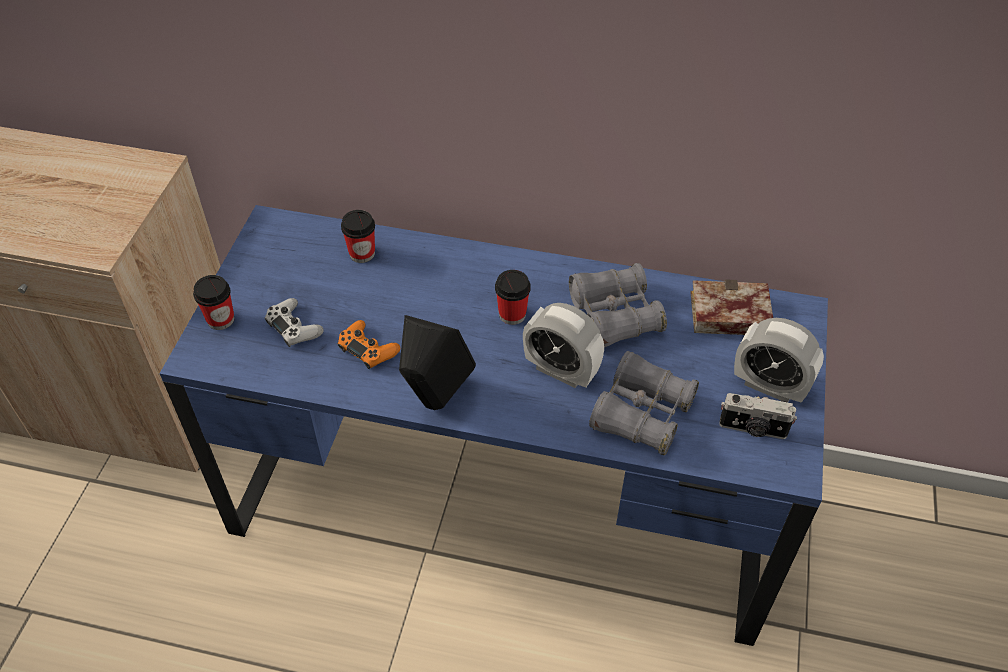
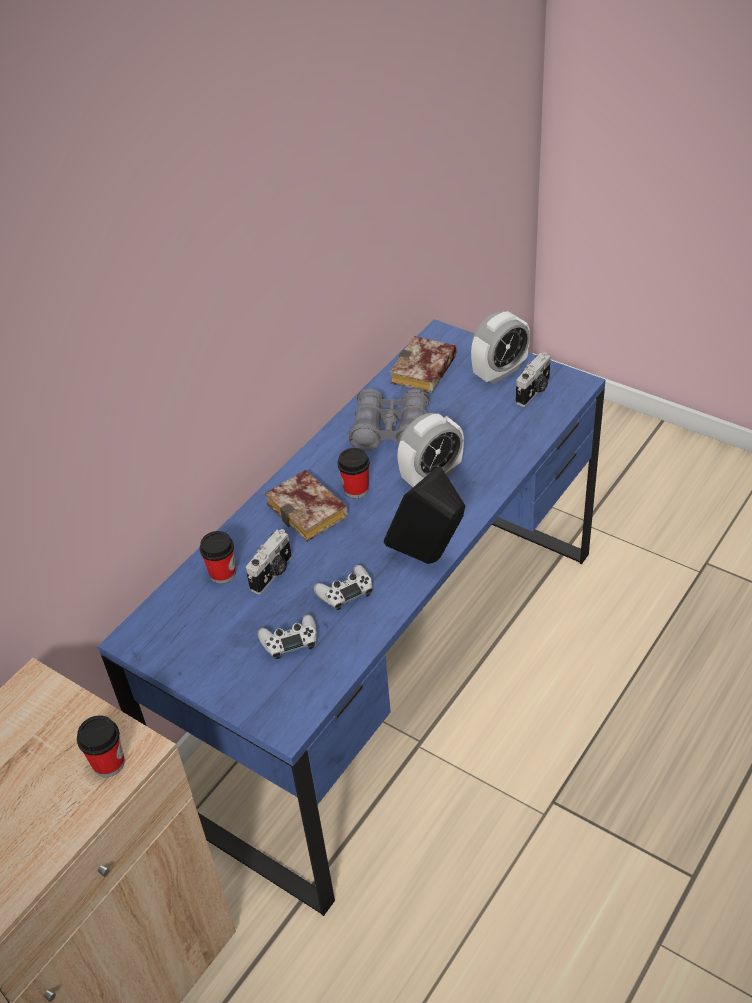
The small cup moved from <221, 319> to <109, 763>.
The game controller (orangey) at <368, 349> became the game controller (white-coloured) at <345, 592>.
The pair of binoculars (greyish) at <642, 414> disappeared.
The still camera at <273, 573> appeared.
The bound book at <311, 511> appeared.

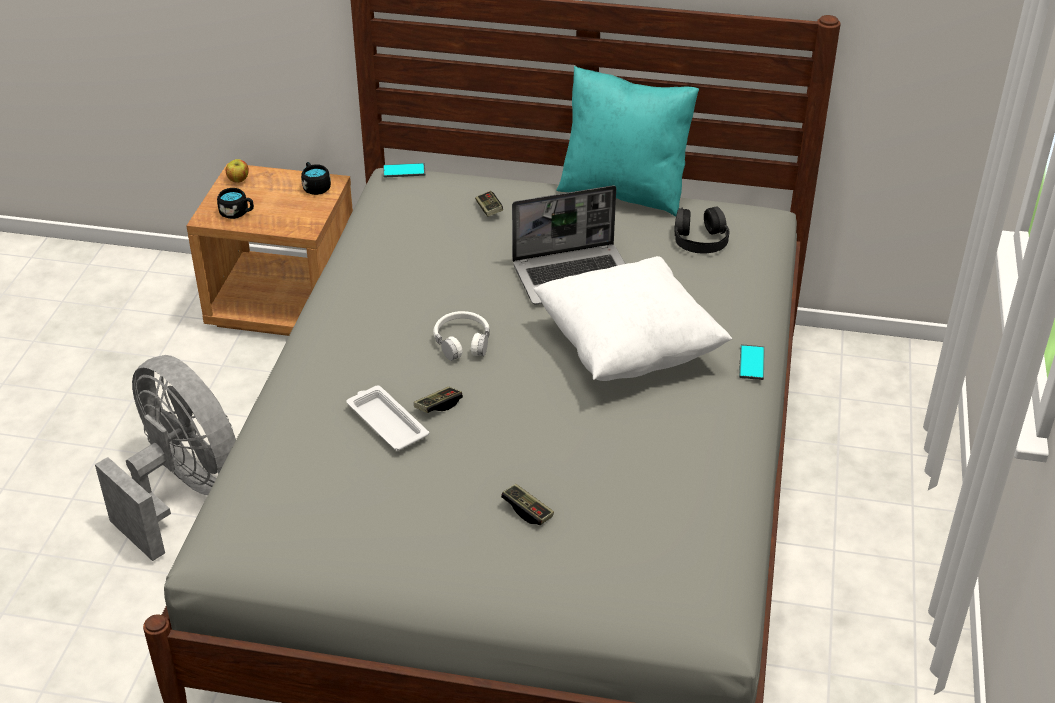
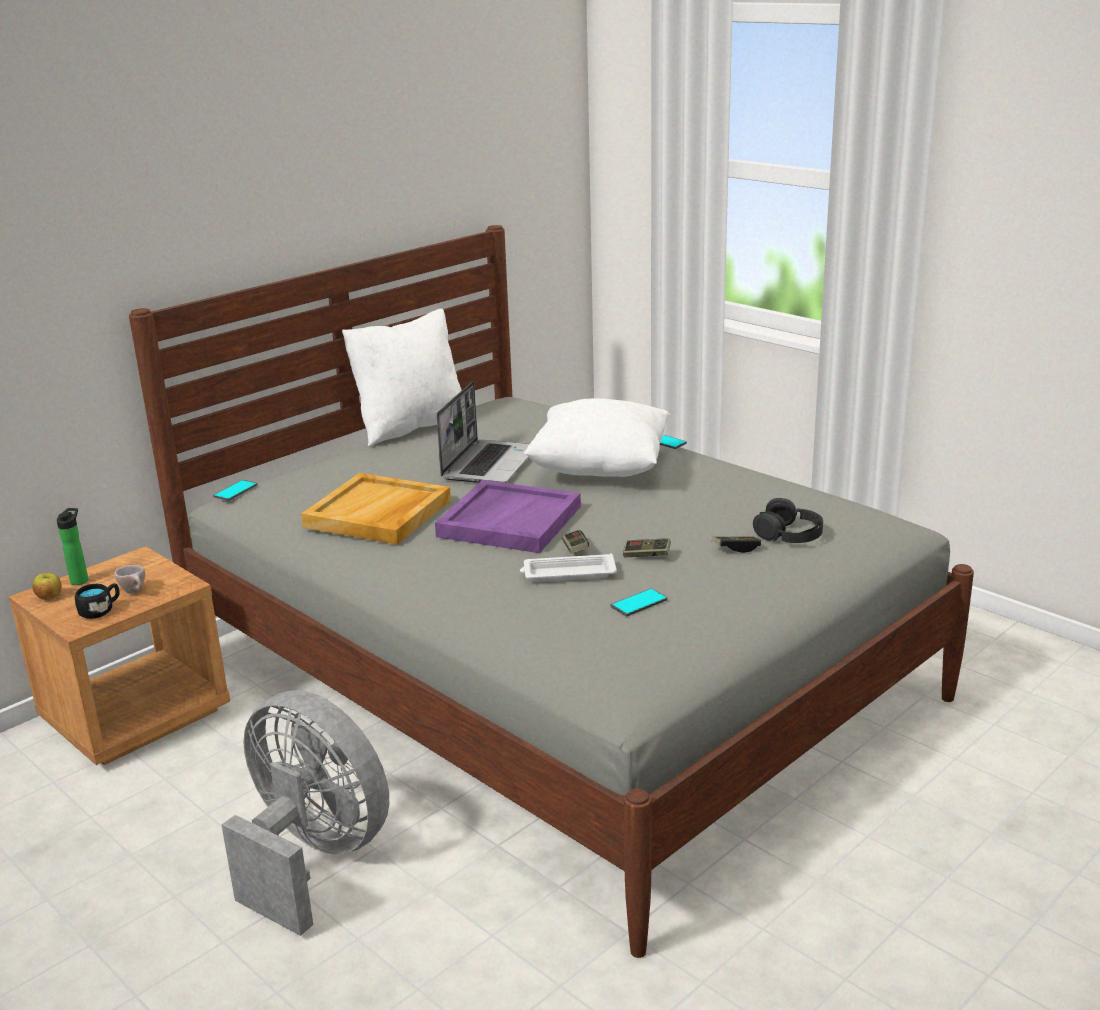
The fan (greyish) at <183, 492> turned 45 degrees clockwise.
The mug (blackish) at <315, 186> disappeared.
The headphones (white-coloured) at <462, 342> was replaced by the serving tray (purplish) at <509, 521>.
The game controller moved from <489, 210> to <646, 555>.
The cushion (turquoise) at <624, 192> became the cushion (white-coloured) at <410, 427>.
The headphones (blackish) moved from <700, 239> to <789, 533>.
The beverage bottle at <81, 580> appeared.
The small cup (beige) at <135, 592> appeared.
The serving tray (beige) at <378, 514> appeared.
The phone at <639, 603> appeared.

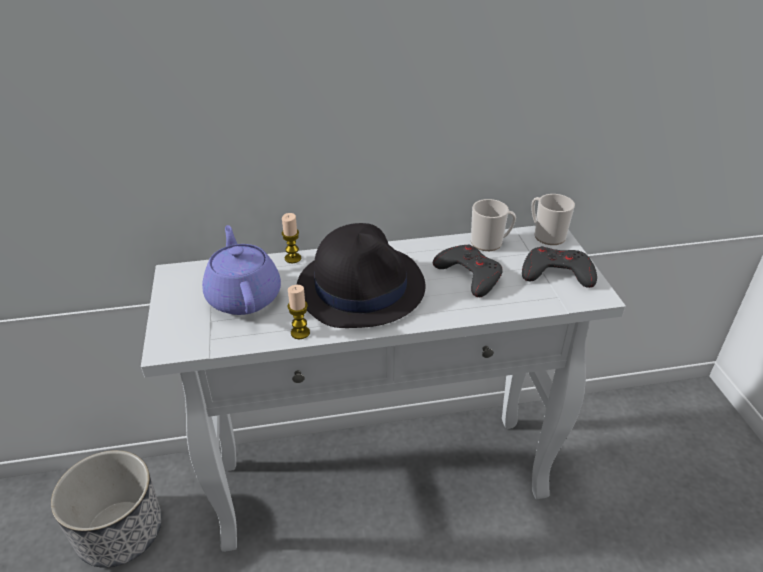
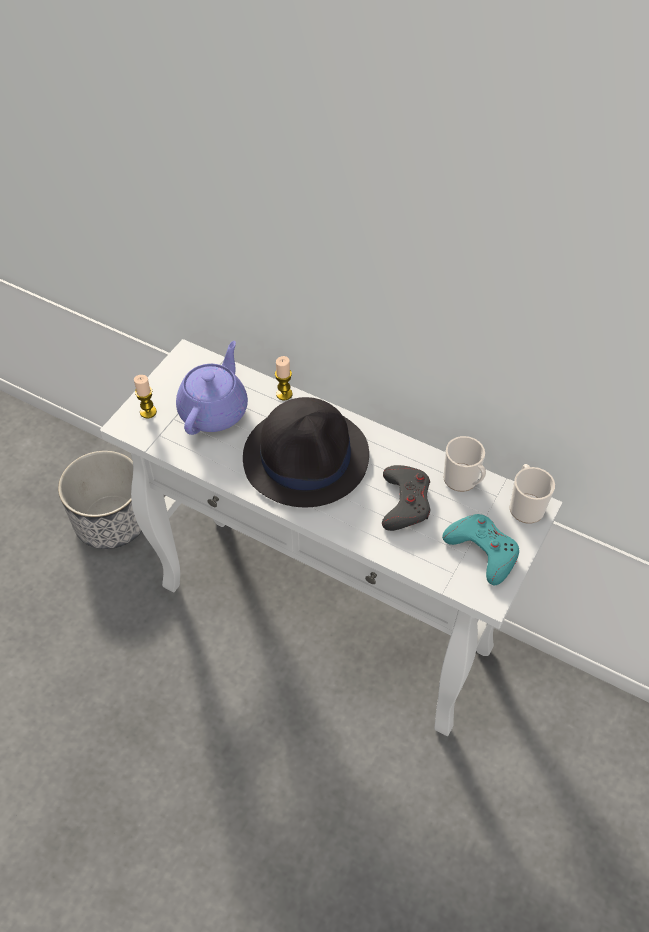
The wax light moved from <300, 333> to <148, 412>.
The game controller (greyish) at <557, 273> became the game controller (turquoise) at <482, 550>.

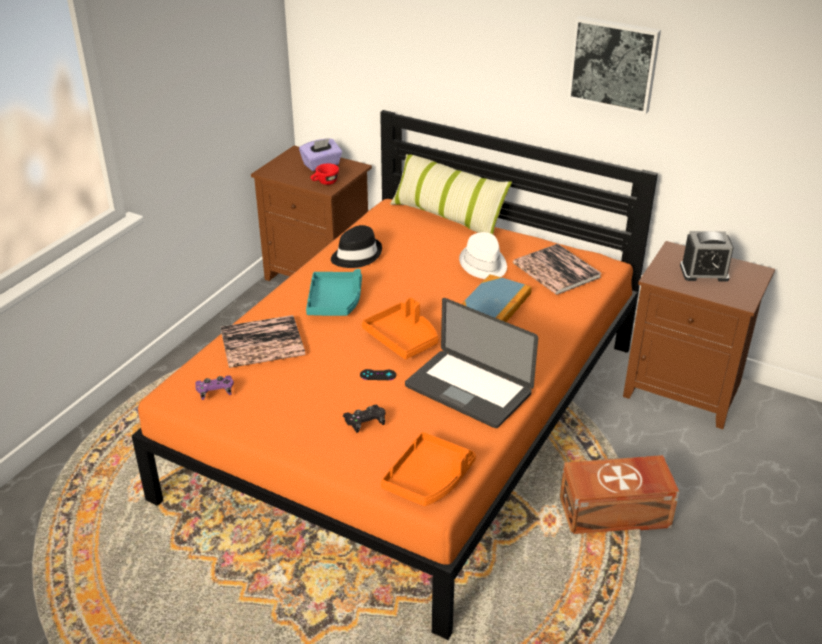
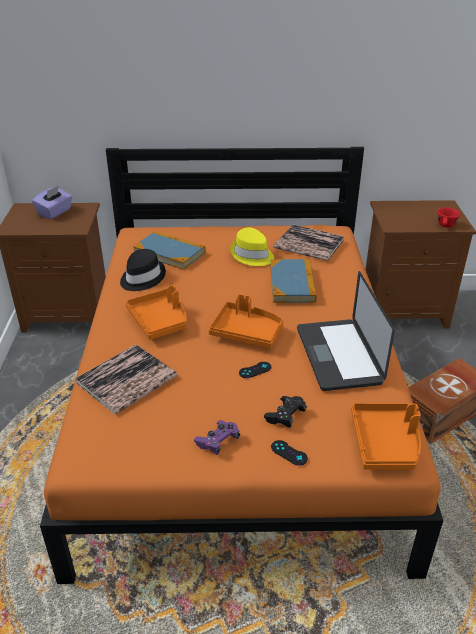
The game controller (purplish) moved from <215, 392> to <218, 442>.
The serving tray (turquoise) at <335, 302> became the serving tray (orangey) at <159, 321>.
The small cup (reddish) moved from <325, 183> to <446, 226>.
The cushion at <447, 217> disappeared.
The laptop at <468, 390> turned 75 degrees clockwise.
The hat (white-coloured) at <483, 265> became the hat (yellow-coloured) at <252, 255>.
The wall art at <614, 63> disappeared.
The table clock at <704, 272> disappeared.
The bound book at <169, 253> appeared.
The game controller (blackish) at <289, 453> appeared.

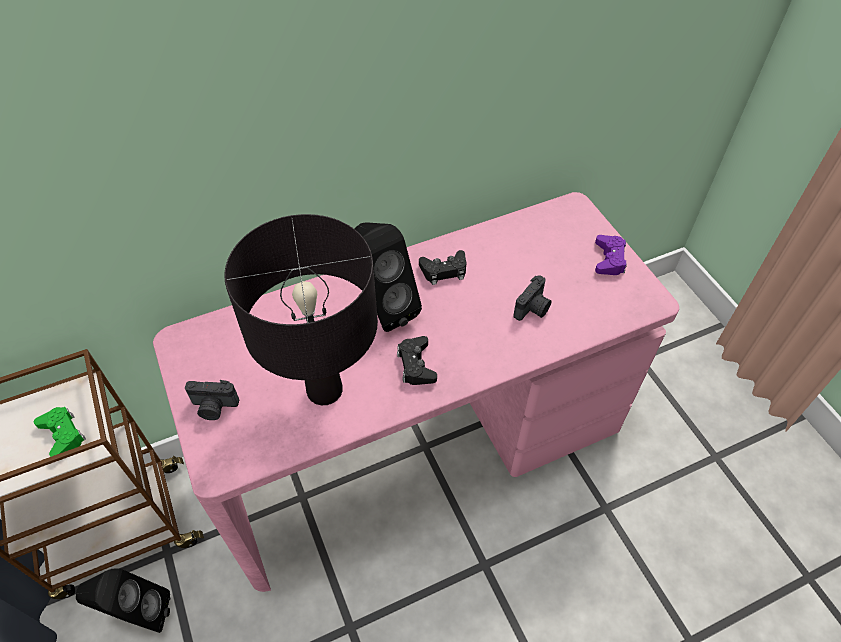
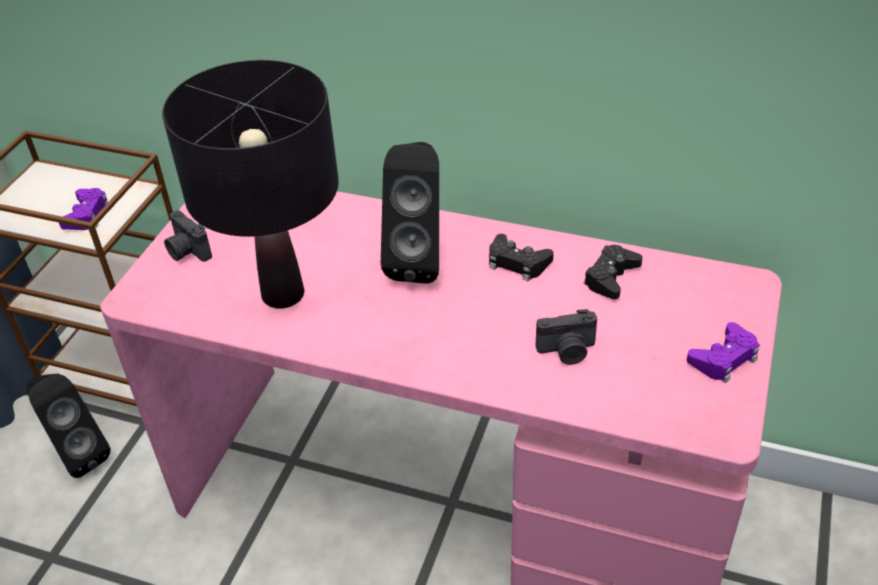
The game controller (greenish) at <63, 435> became the game controller (purplish) at <87, 215>.
The game controller (blackish) moved from <416, 365> to <611, 277>.

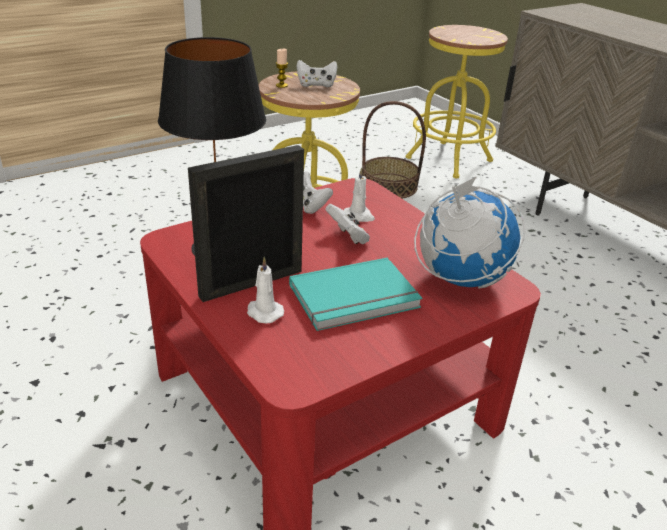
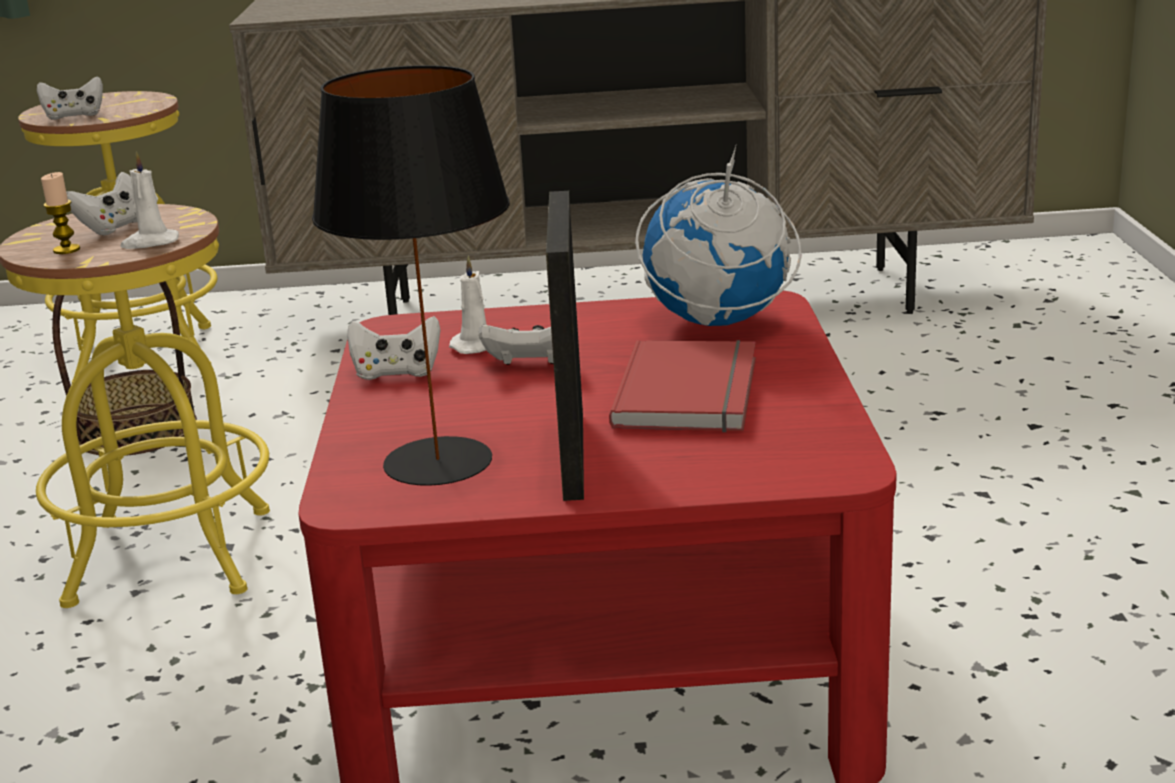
The wax light (white-coloured) moved from <263, 312> to <150, 243>.
The bound book (turquoise) at <356, 298> became the bound book (reddish) at <693, 392>.
The game controller (white-coloured) at <74, 116> appeared.

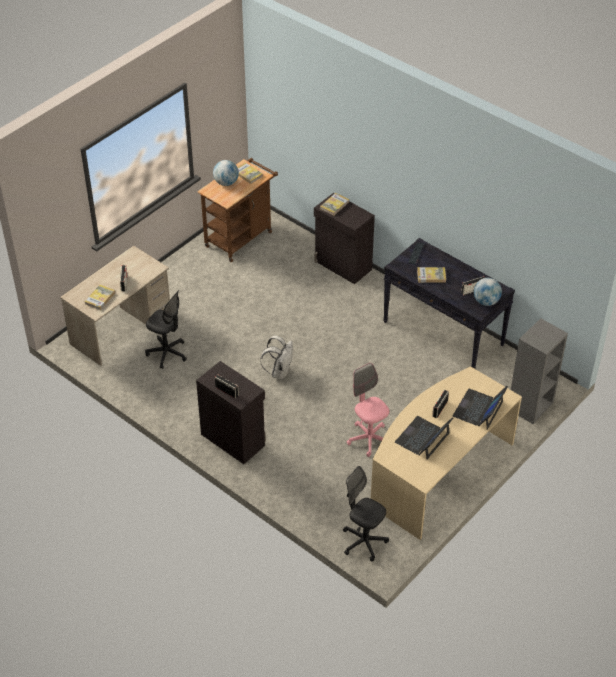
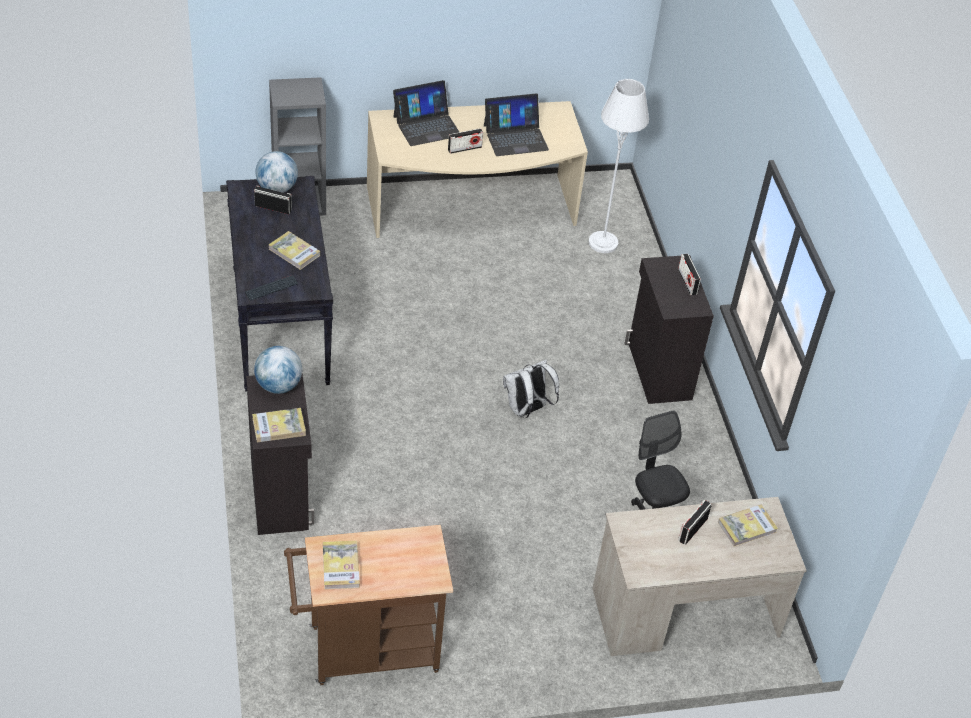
The desk globe moved from <226, 183> to <278, 386>.
The desk chair (blackish) at <364, 542> disappeared.
The desk chair (pink-coloured) at <368, 439> disappeared.
The floor lamp (white-coloured) at <603, 243> appeared.

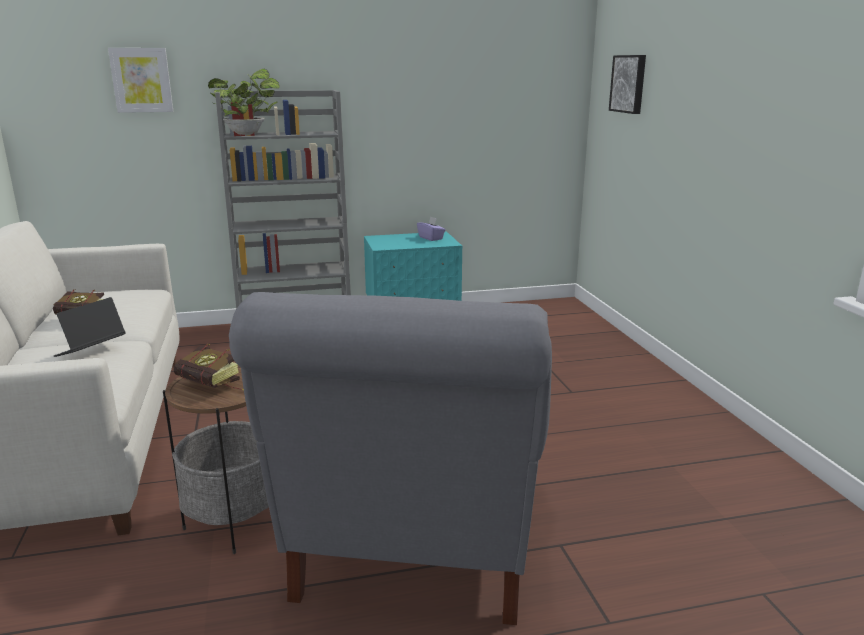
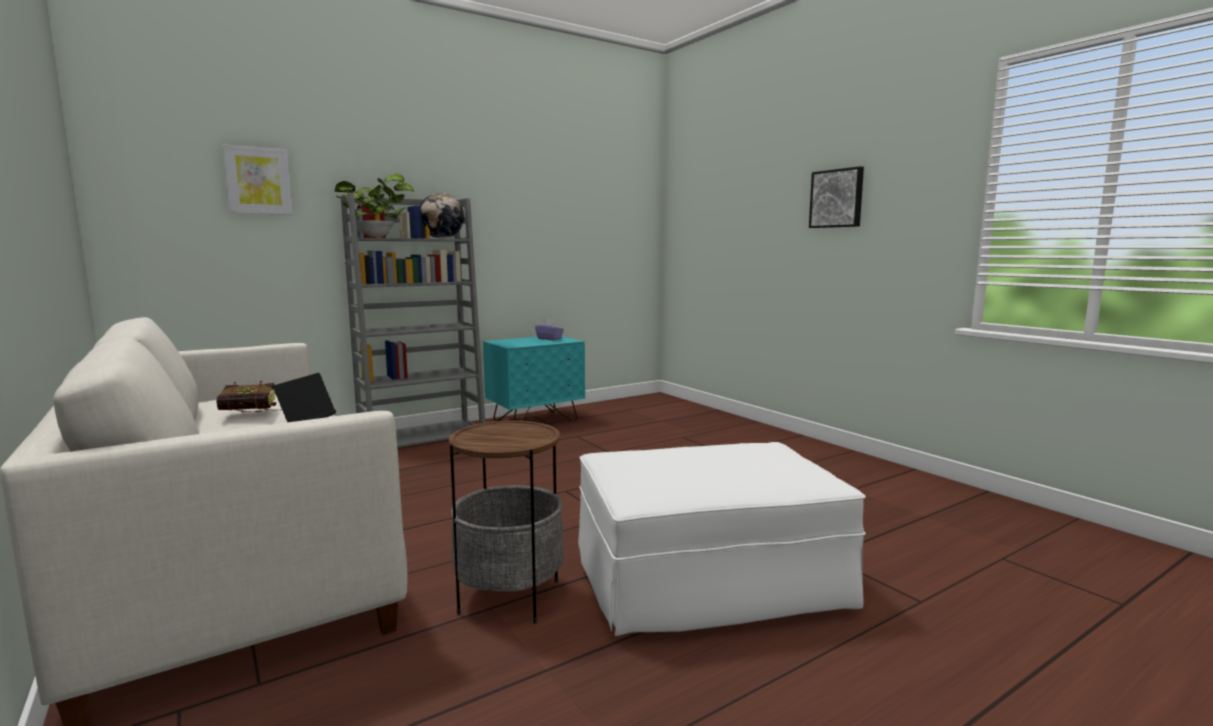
The bound book at <213, 386> disappeared.
The easy chair (greyish) at <415, 545> was replaced by the ottoman (white-coloured) at <708, 580>.
The wall art moved from <629, 84> to <837, 198>.
The desk globe at <442, 238> appeared.

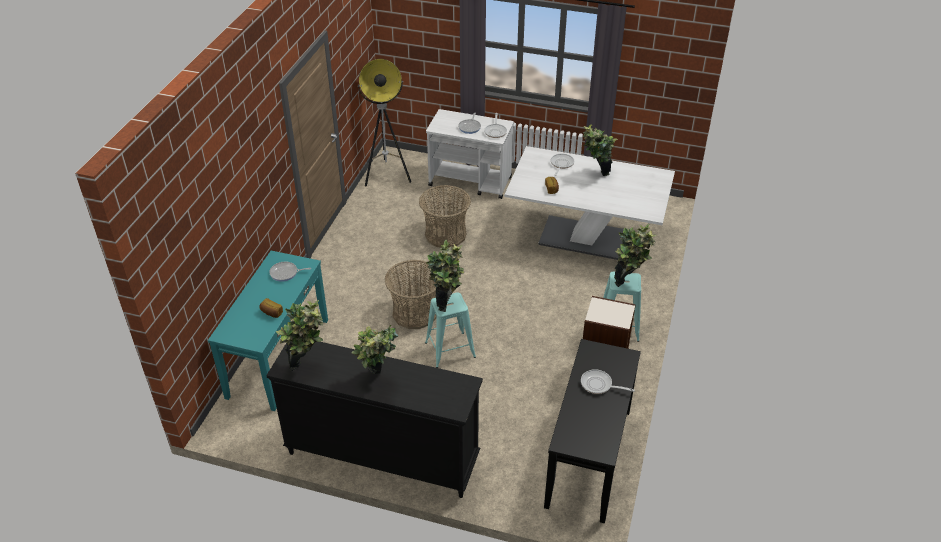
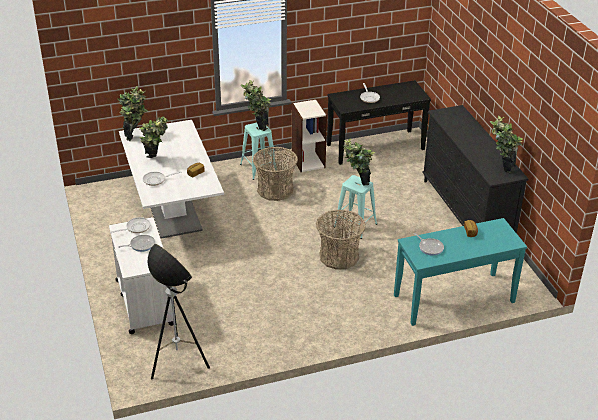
The houseplant moved from <378, 381> to <135, 135>.
The basket moved from <445, 234> to <275, 190>.

